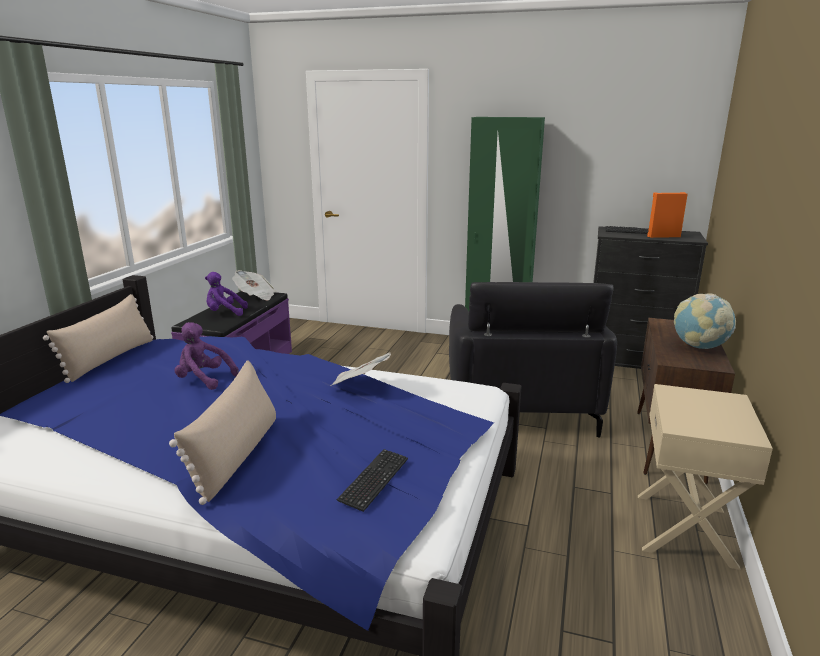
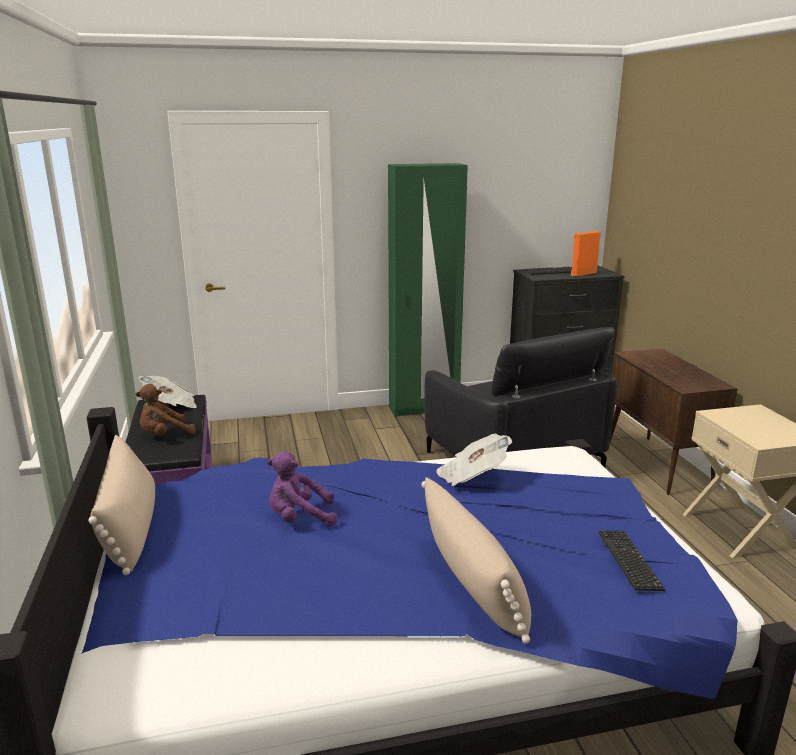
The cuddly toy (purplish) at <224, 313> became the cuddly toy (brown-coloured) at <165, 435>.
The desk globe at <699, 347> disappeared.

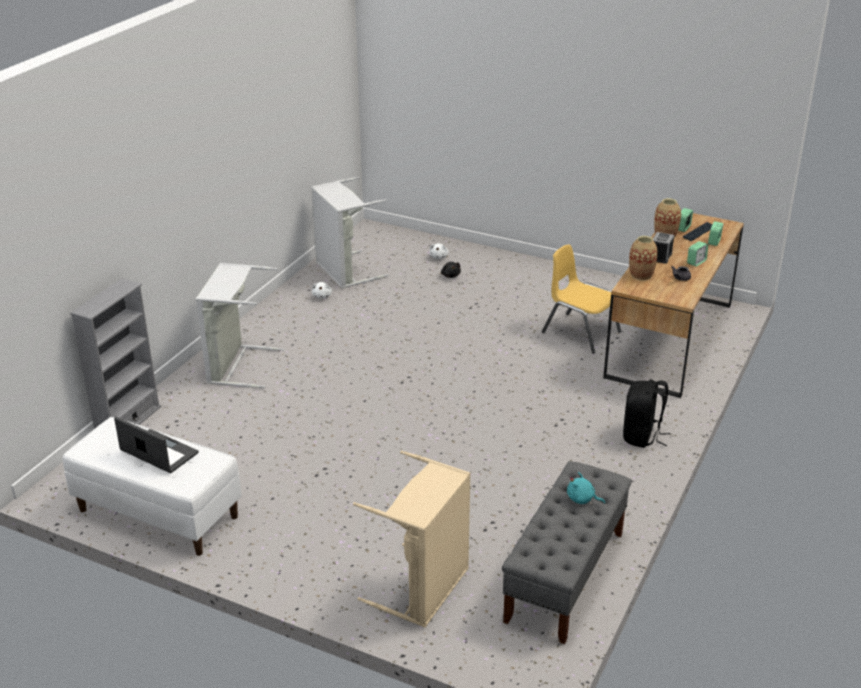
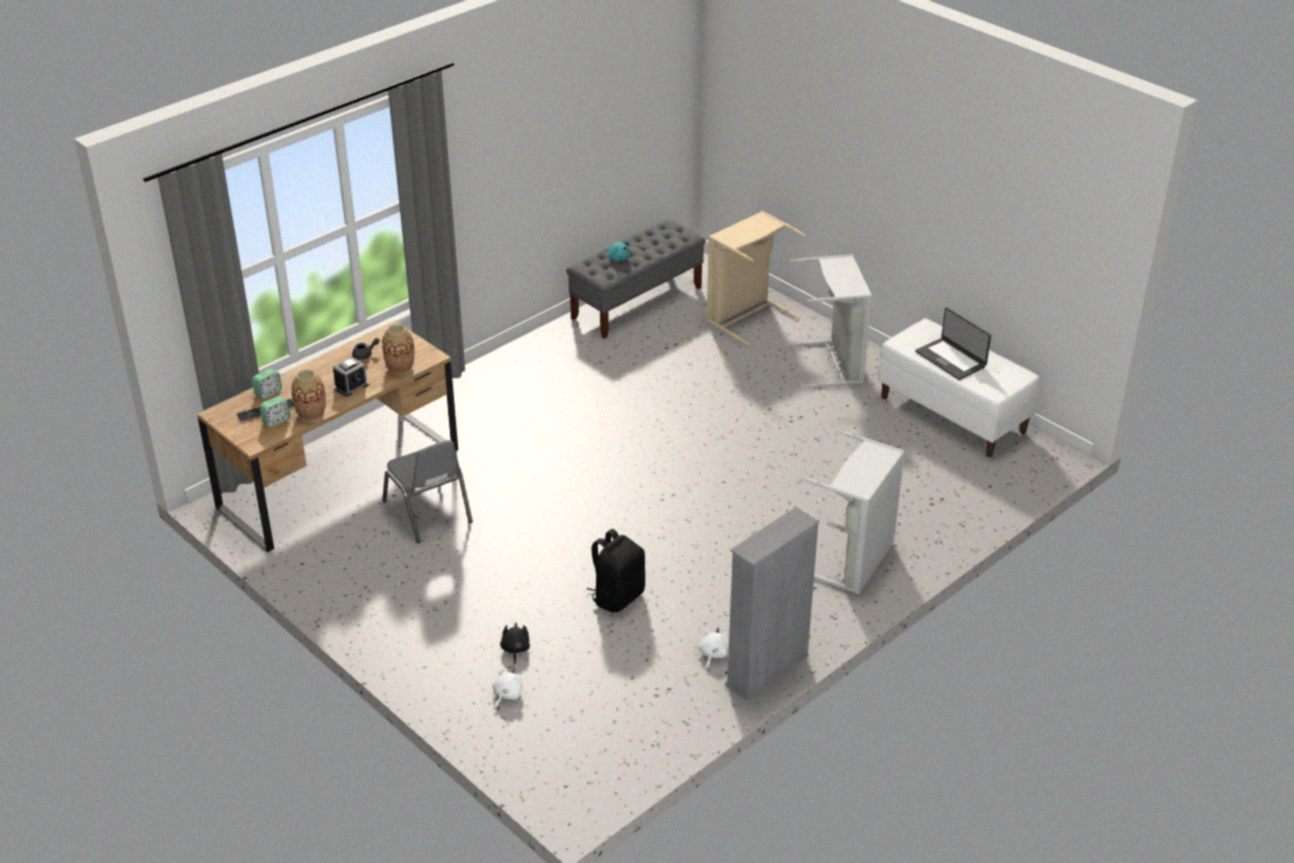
The bookcase (greyish) moved from <128, 422> to <767, 670>.
The washing basket (greyish) moved from <344, 271> to <833, 364>.
The plain chair (yellow-coloured) at <580, 332> became the plain chair (greyish) at <428, 512>.
The rucksack (blackish) moved from <642, 436> to <617, 596>.
The table clock at <696, 262> disappeared.

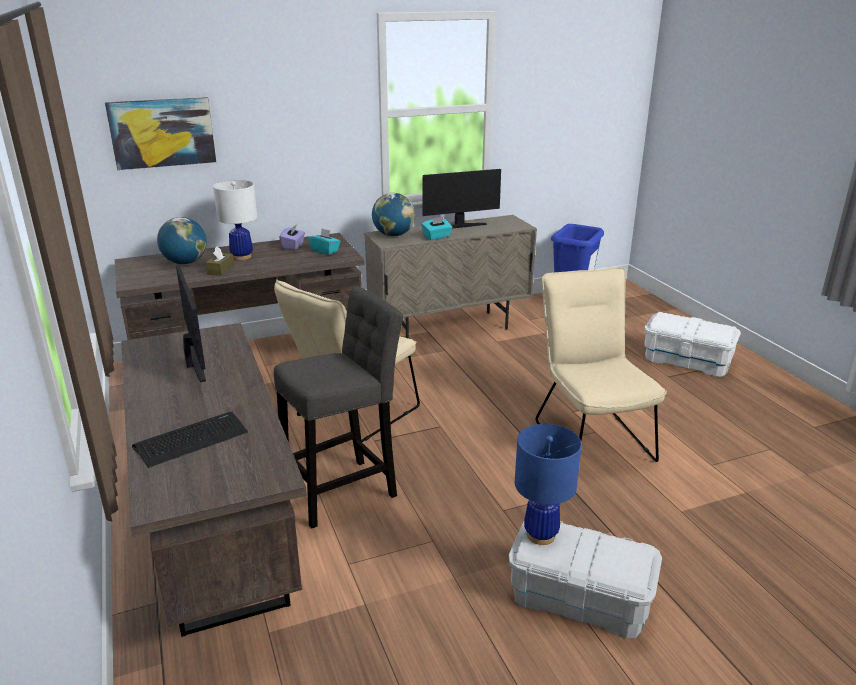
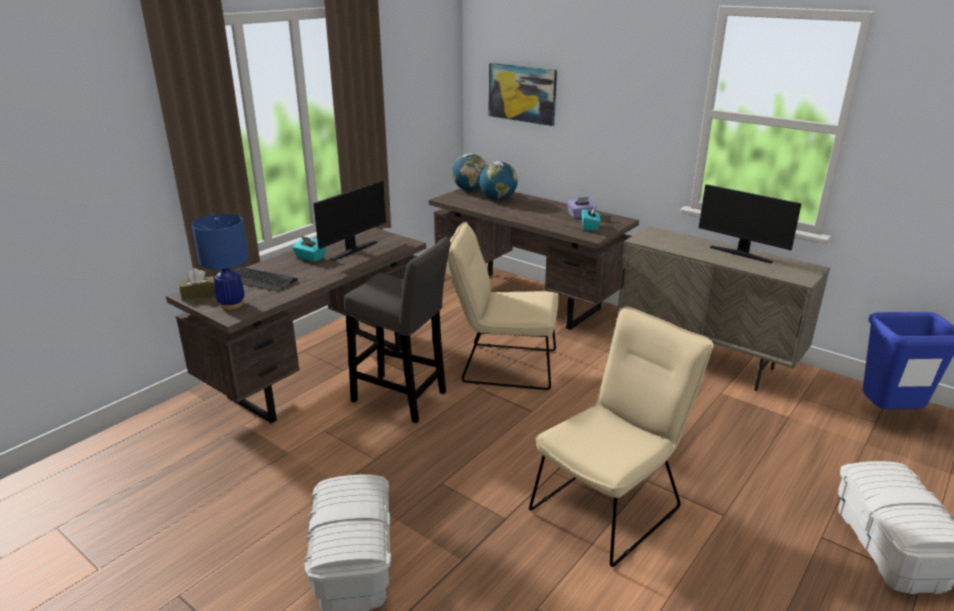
The box of tissues (brown-coloured) moved from <221, 270> to <199, 294>.
The table lamp (white-coloured) at <242, 257> disappeared.
The desk globe moved from <393, 235> to <470, 190>.
The box of tissues (turquoise) moved from <437, 237> to <310, 258>.
The table lamp (blue-coloured) moved from <540, 535> to <231, 304>.

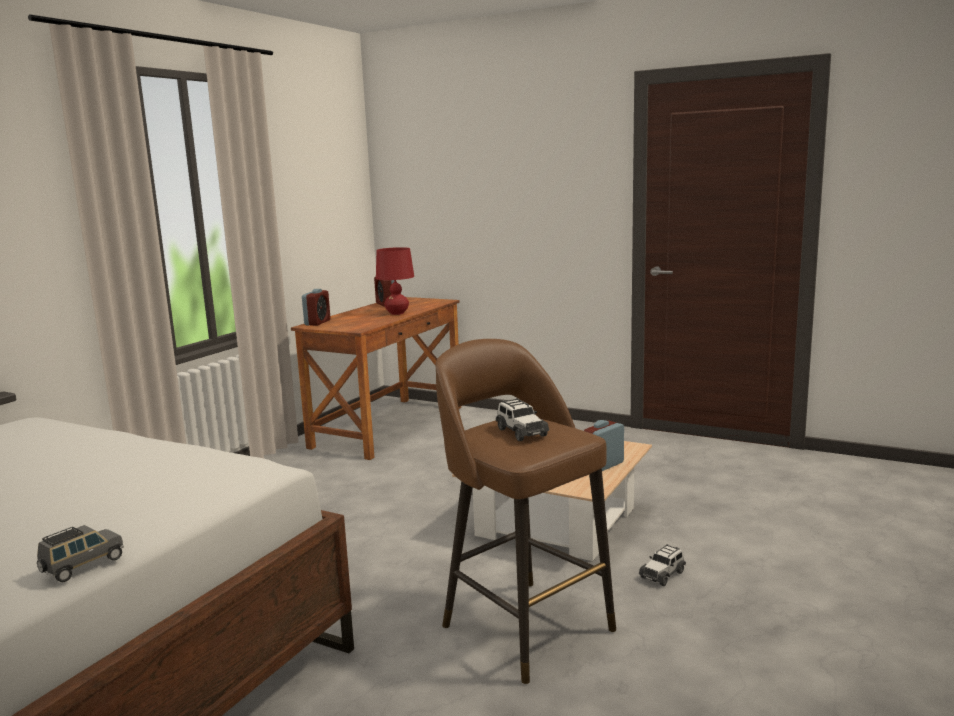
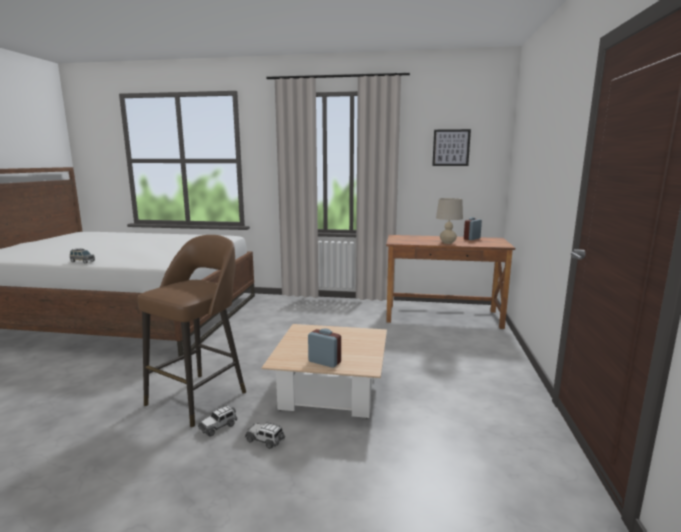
The table clock at <317, 322> disappeared.
The table lamp (reddish) at <397, 313> became the table lamp (beige) at <447, 243>.
The model car moved from <521, 432> to <218, 427>.
The wall art at <451, 147> appeared.

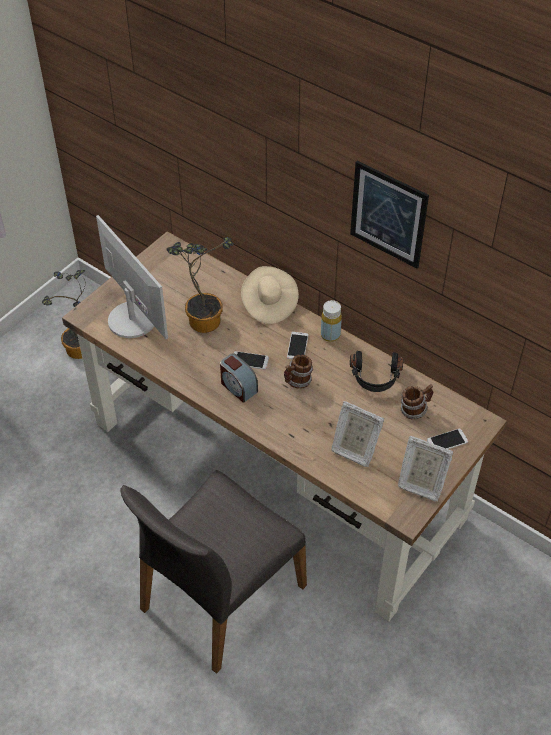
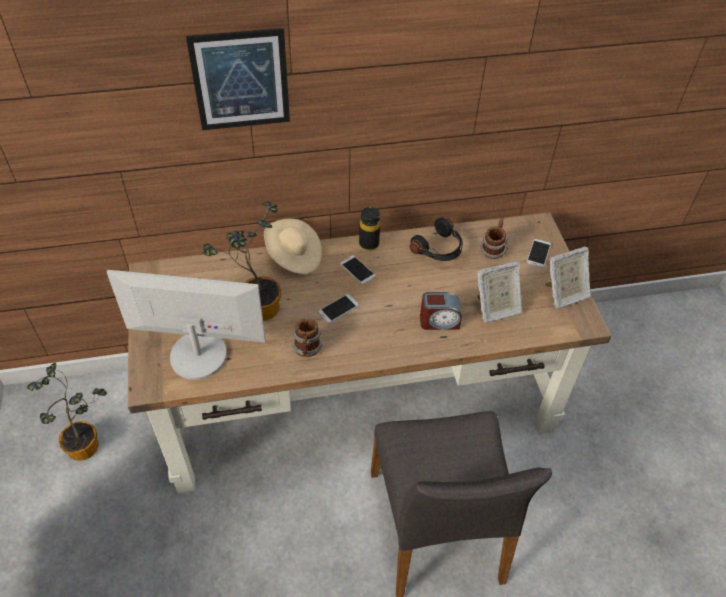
The table clock moved from <238, 387> to <439, 321>.
The mug moved from <297, 382> to <307, 350>.
The beverage bottle (yellow-coloured) at <330, 335> became the beverage bottle (blackish) at <369, 244>.
The wall art moved from <388, 214> to <241, 80>.

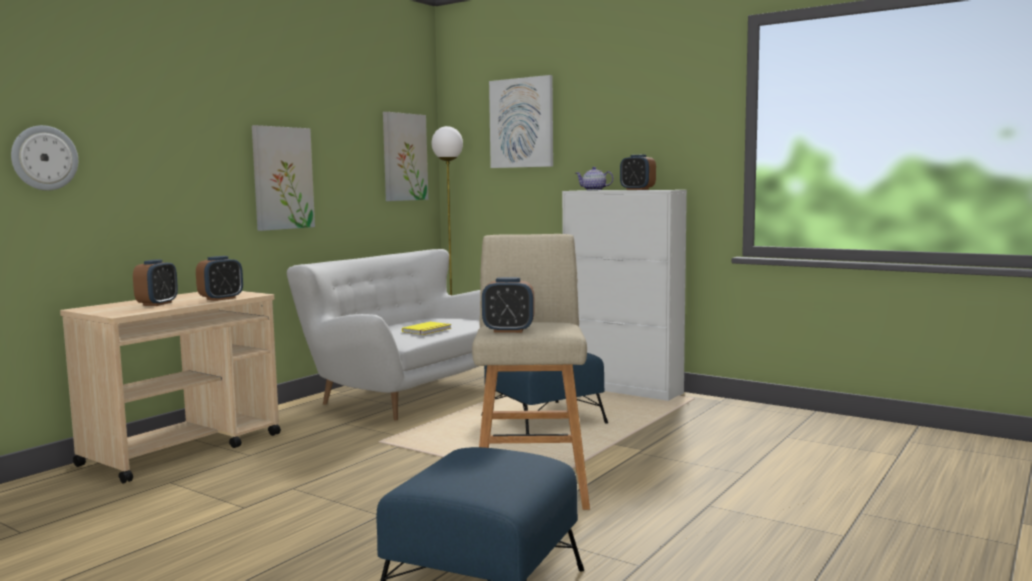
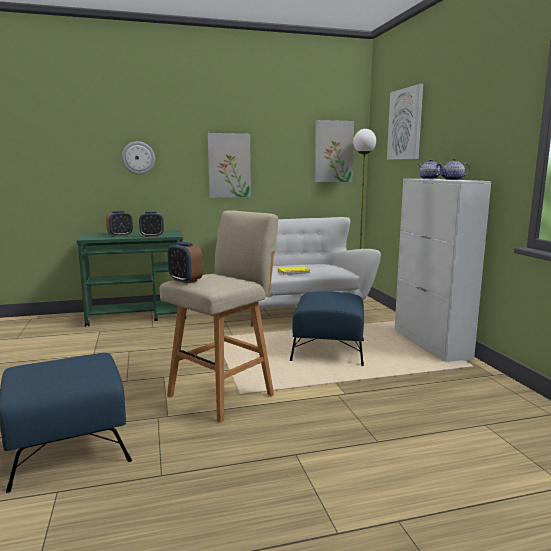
The wall clock moved from <44, 158> to <138, 158>.
The wheeled cart (beige) at <184, 449> became the wheeled cart (greenish) at <137, 316>.
The table clock at <637, 189> was replaced by the tea pot at <453, 179>.

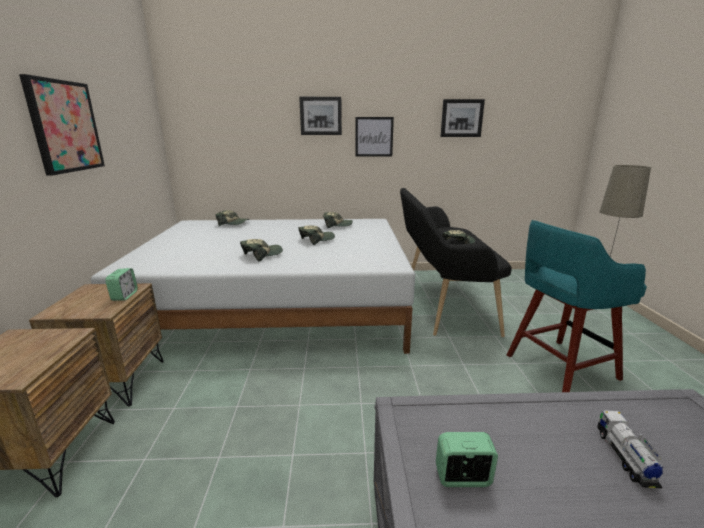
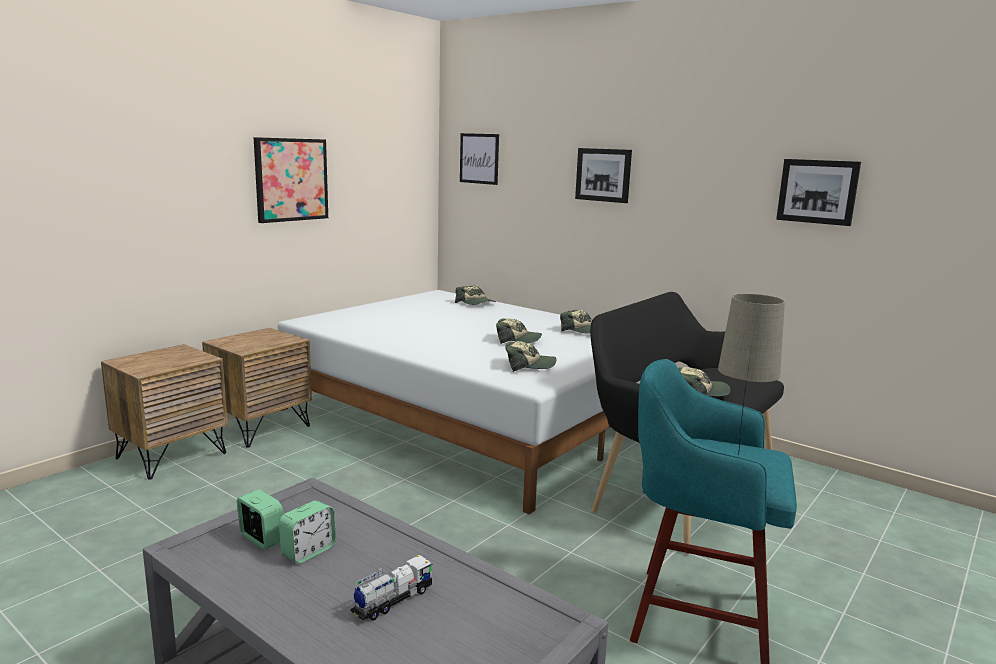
The table clock moved from <124, 296> to <308, 551>.
The cap moved from <262, 255> to <529, 365>.
The wall art moved from <374, 137> to <479, 158>.

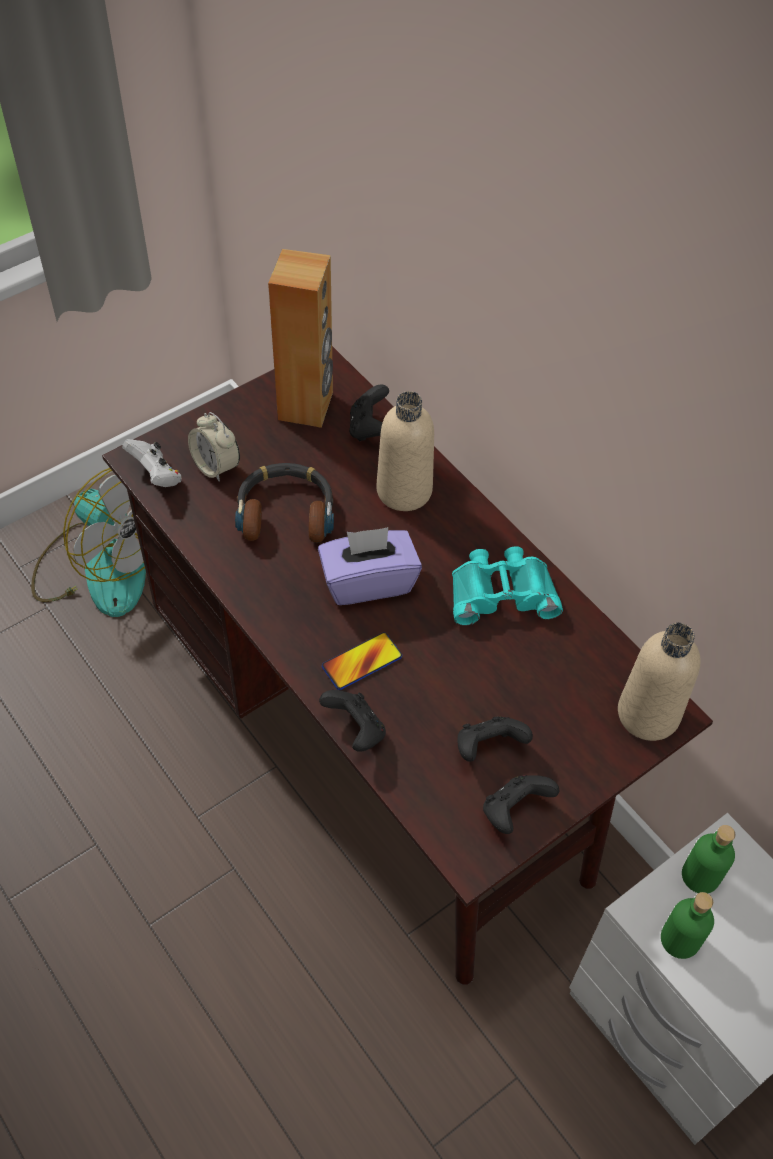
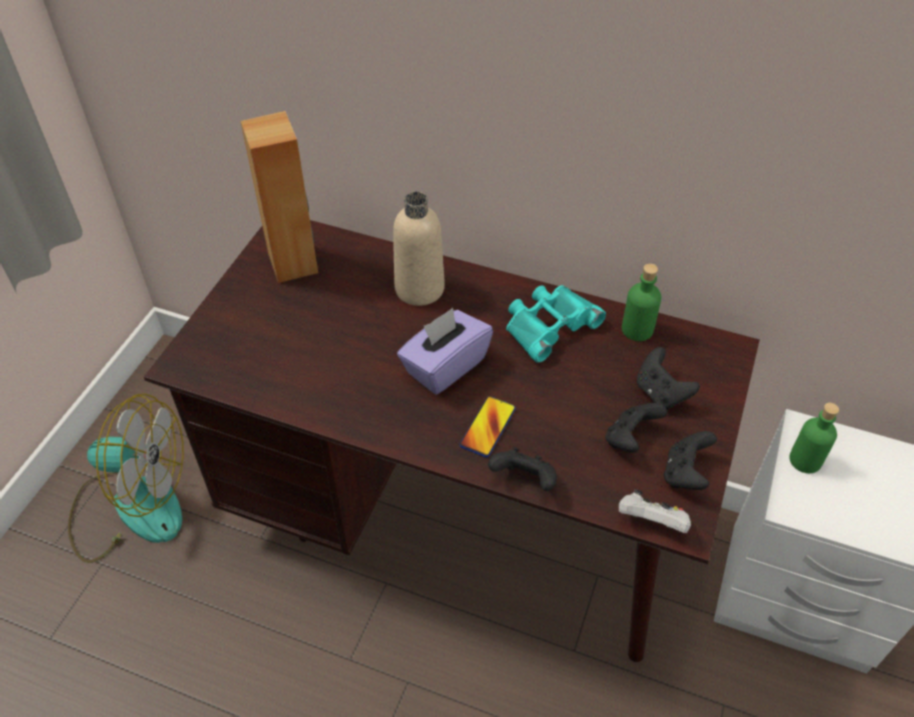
The game controller (white-coloured) moved from <156, 475> to <651, 522>.
The table clock at <216, 466> disappeared.
The headphones at <286, 511> disappeared.
The game controller (blackish) moved from <368, 428> to <661, 393>.
The beverage bottle (beige) at <648, 714> disappeared.
The beverage bottle (greenish) moved from <679, 939> to <637, 329>.

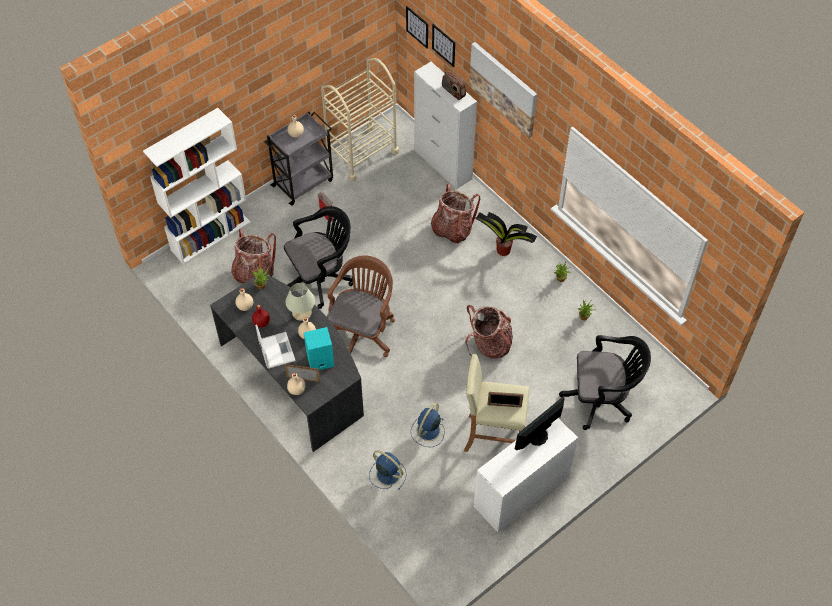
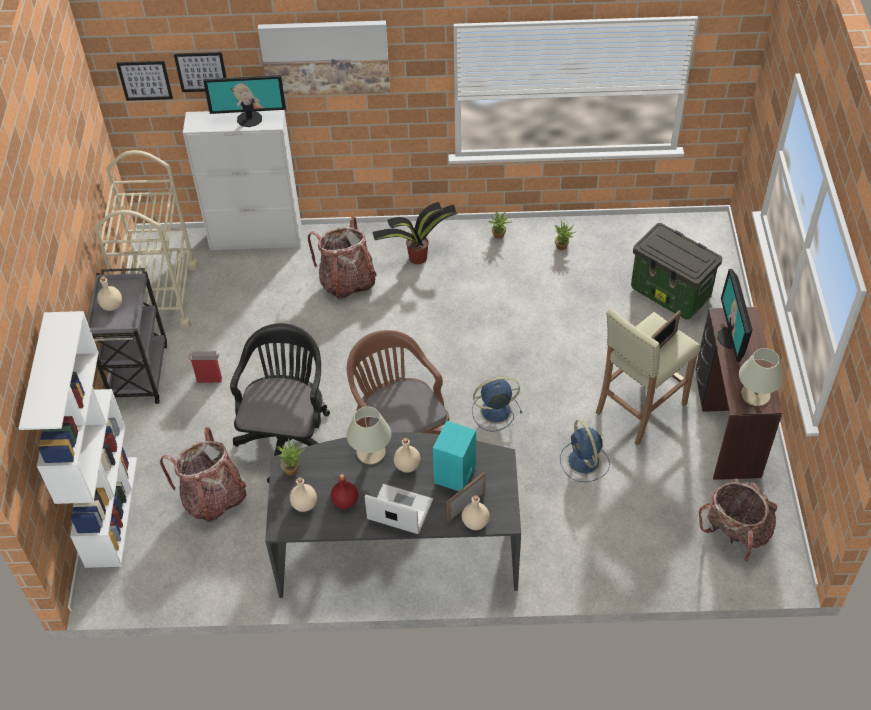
The fan (blue-coloured) moved from <387, 474> to <494, 411>.
The radio set at <453, 92> was replaced by the computer display at <249, 118>.
The rucksack moved from <489, 344> to <735, 533>.
The desk (white-coloured) at <521, 490> became the desk (brown-coloured) at <725, 426>.
The desk chair (blackish) at <601, 399> was replaced by the storage bin at <671, 293>.
The table lamp (beige) at <755, 395> appeared.

